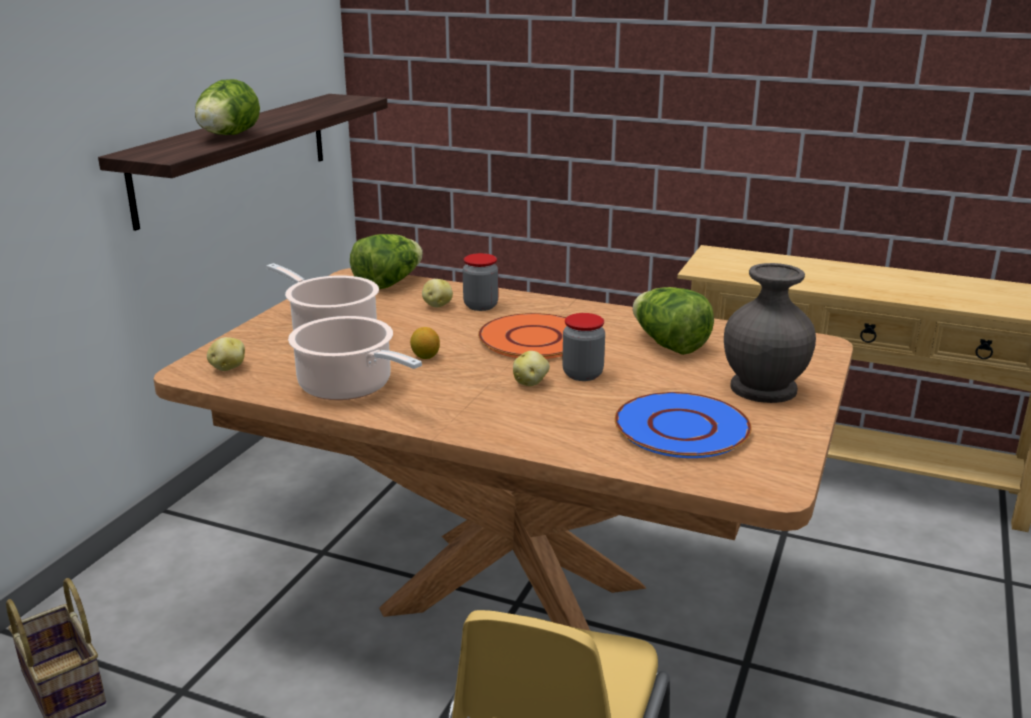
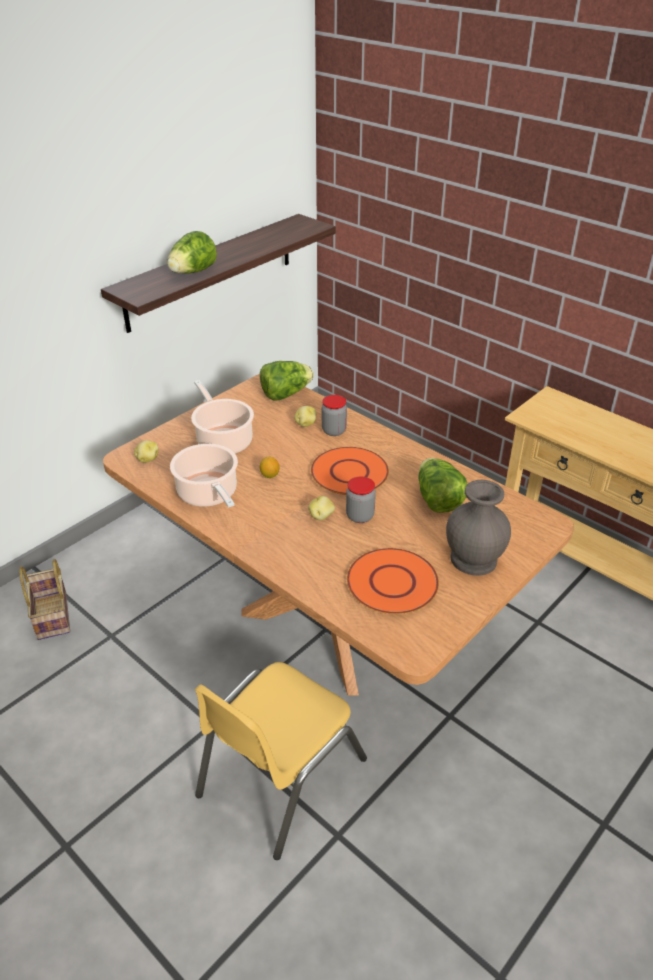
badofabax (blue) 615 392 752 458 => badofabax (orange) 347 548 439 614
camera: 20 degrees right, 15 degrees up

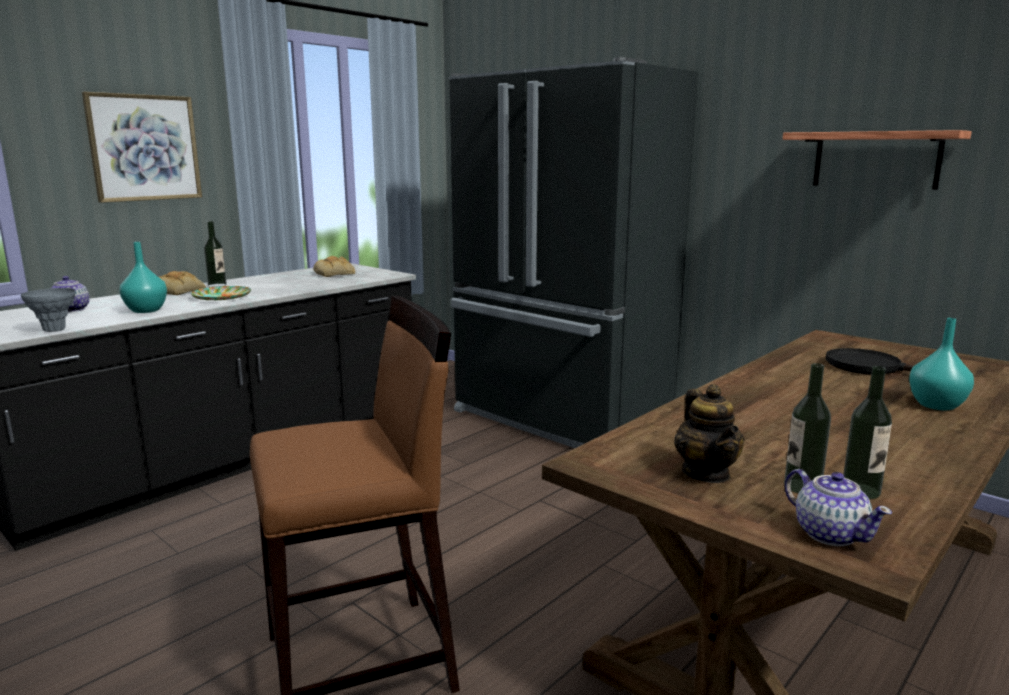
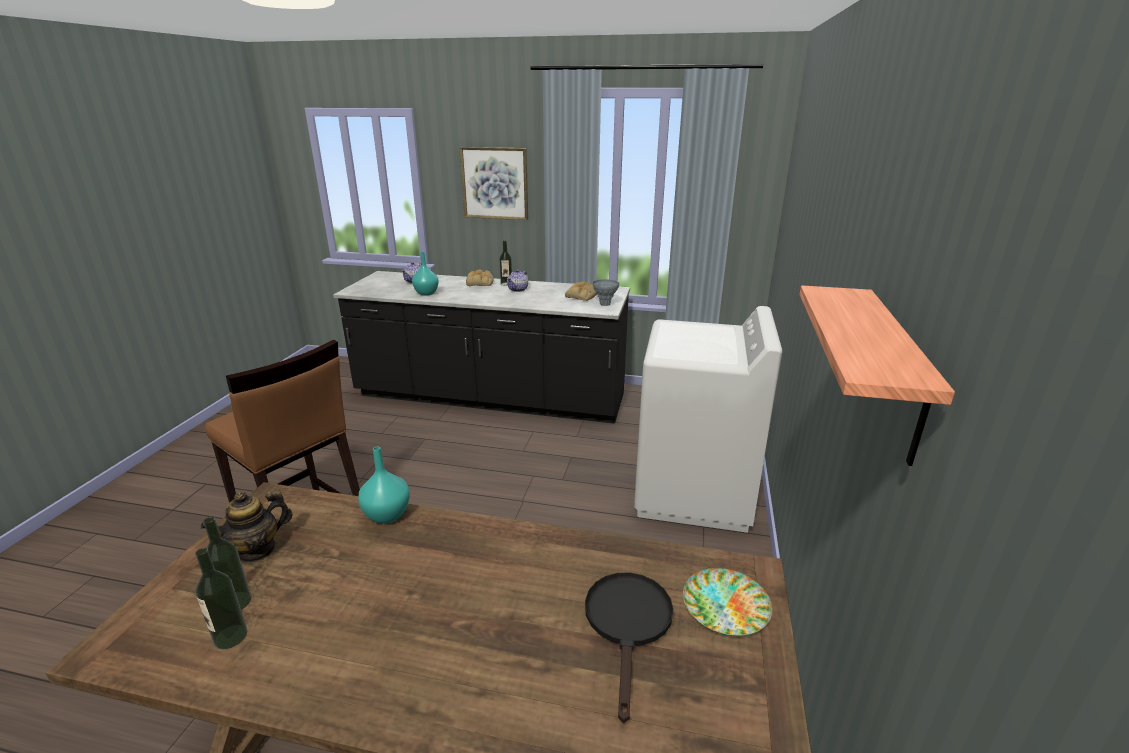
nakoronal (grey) 21 288 75 332 => nakoronal (grey) 593 279 619 306, shifted
badofabax 191 286 251 300 => badofabax 683 568 772 636, shifted
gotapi 785 469 892 546 => gotapi 507 270 528 292, shifted
nakoronal (turquoise) 909 318 974 410 => nakoronal (turquoise) 358 447 410 524, shifted
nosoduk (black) 449 57 698 448 => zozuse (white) 634 306 782 533
camera: 60 degrees right, 10 degrees up

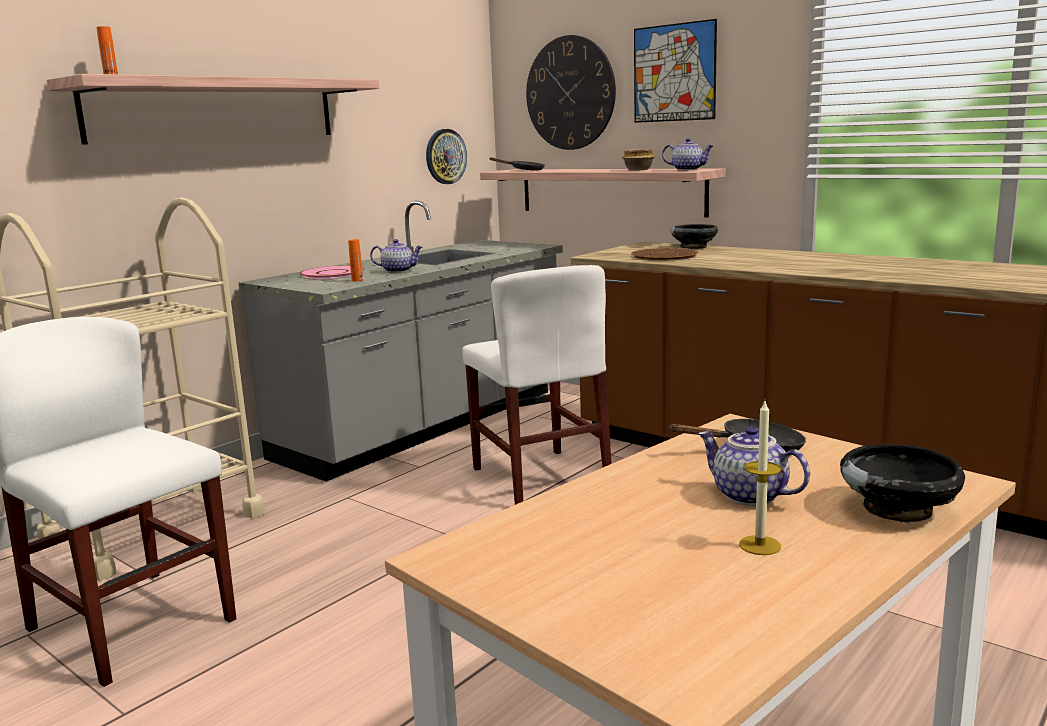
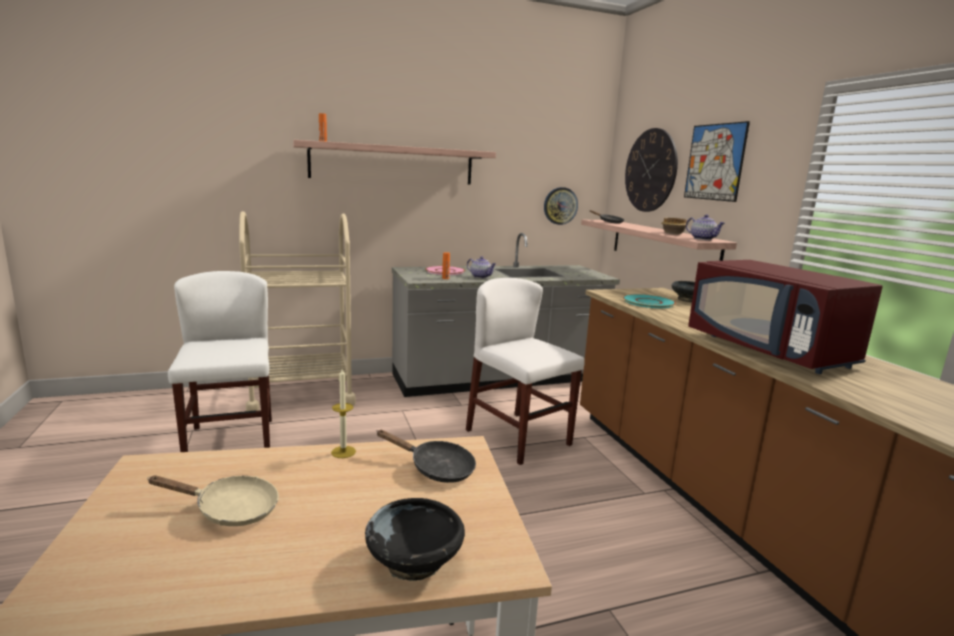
gotapi 698 426 810 506 => nothing
nothing => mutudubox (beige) 147 475 279 526
nothing => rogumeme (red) 688 260 882 374
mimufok 739 401 781 555 => mimufok 331 369 356 458, shifted
badofabax (brown) 631 248 698 261 => badofabax (turquoise) 623 294 676 308
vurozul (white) 462 265 612 505 => vurozul (white) 466 278 585 465, 135 degrees clockwise
camera: 30 degrees right, 0 degrees up

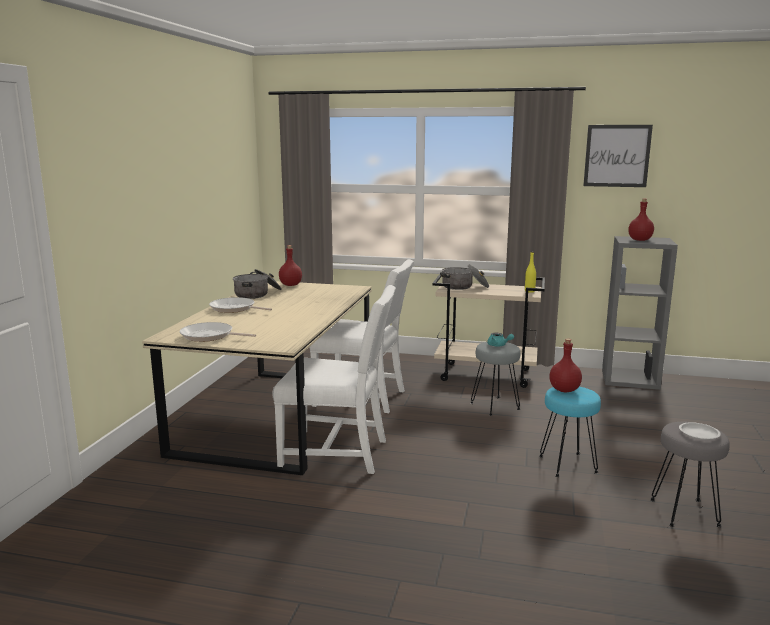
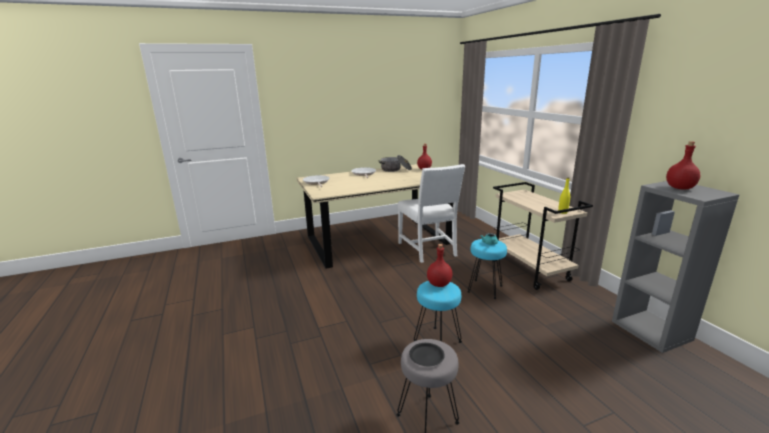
vurozul (white) 272 285 396 474 => nothing
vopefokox 440 264 489 290 => nothing
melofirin 583 125 653 187 => nothing
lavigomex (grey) 470 342 520 416 => lavigomex (turquoise) 467 239 507 299
badofabax (white) 679 422 721 440 => badofabax (black) 409 343 445 366
camera: 55 degrees right, 5 degrees up

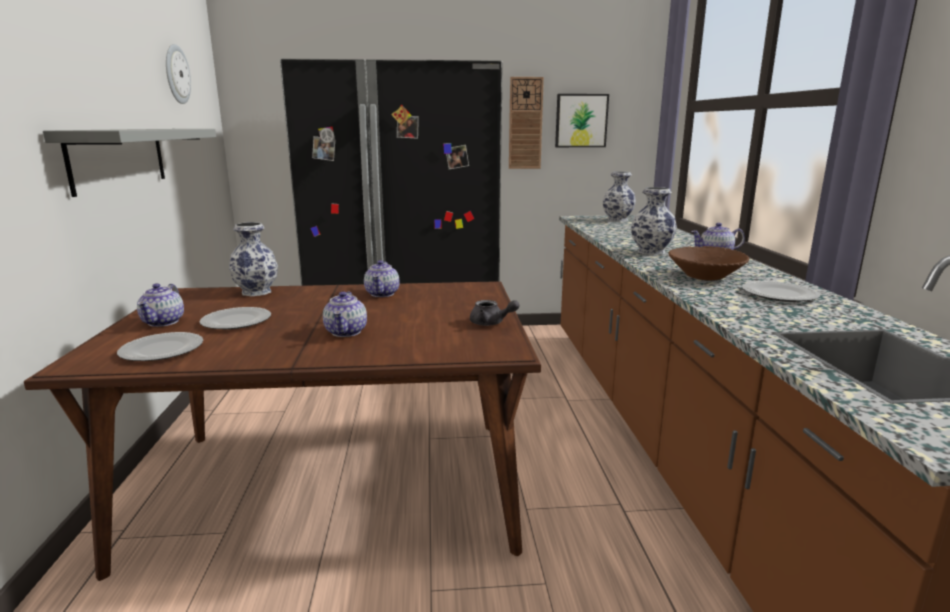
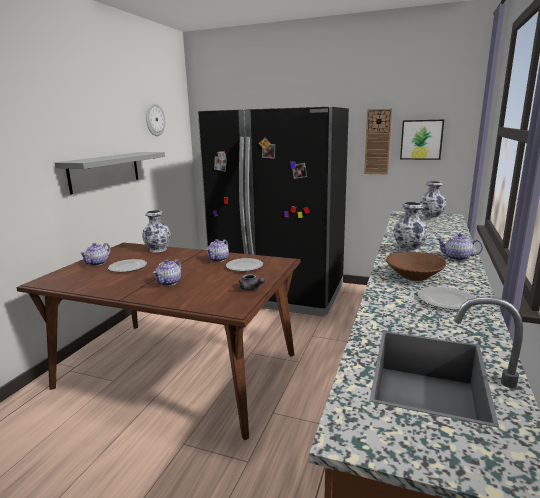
badofabax 117 332 203 361 => badofabax 226 258 263 271, shifted
camera: 25 degrees right, 0 degrees up

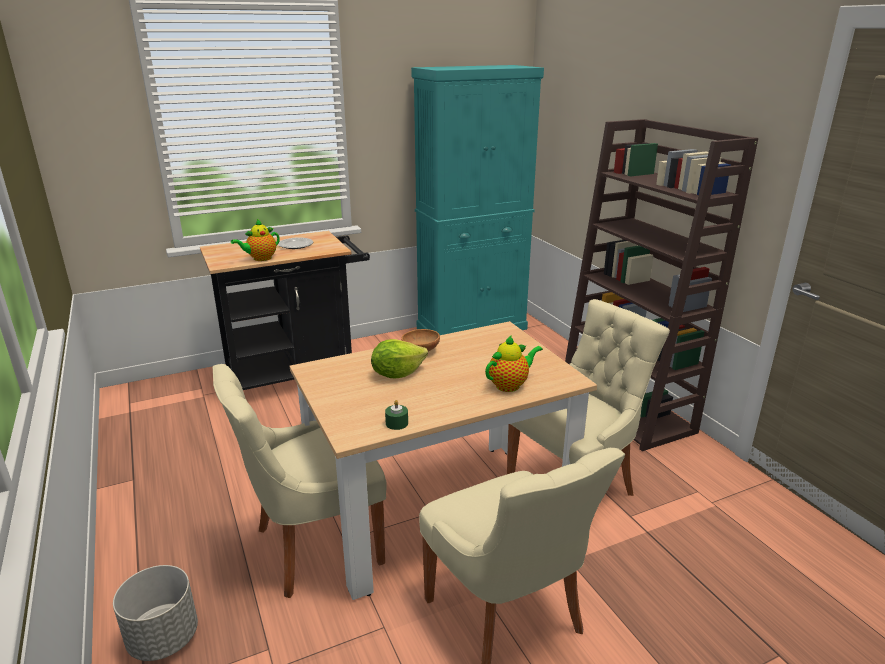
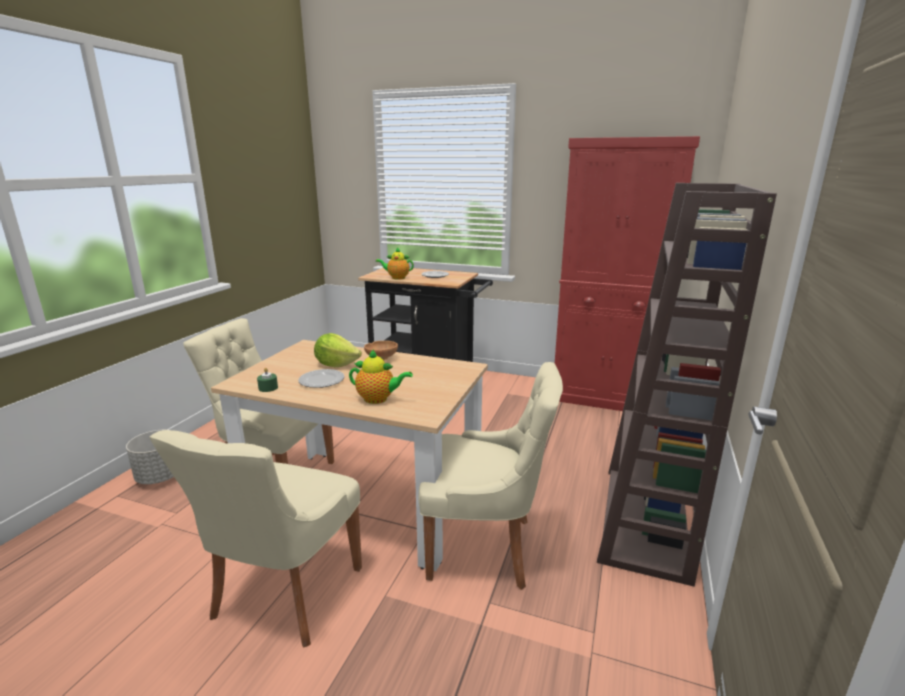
nothing => badofabax 298 369 345 388
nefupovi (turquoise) 411 65 544 335 => nefupovi (red) 555 136 700 411
camera: 45 degrees right, 5 degrees down

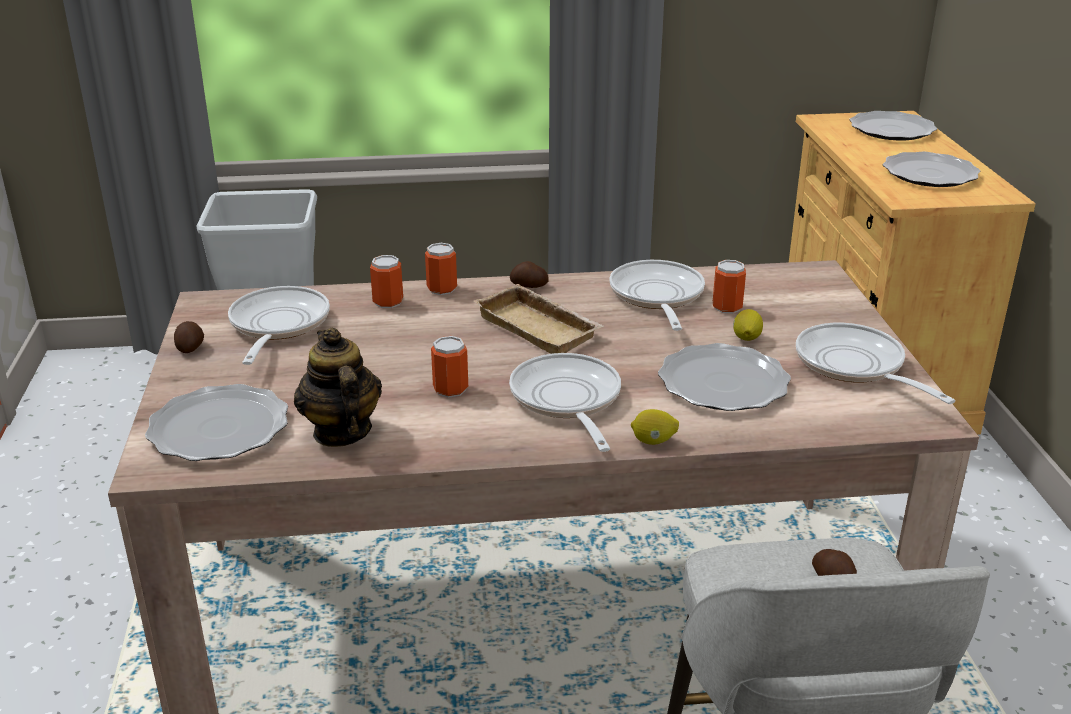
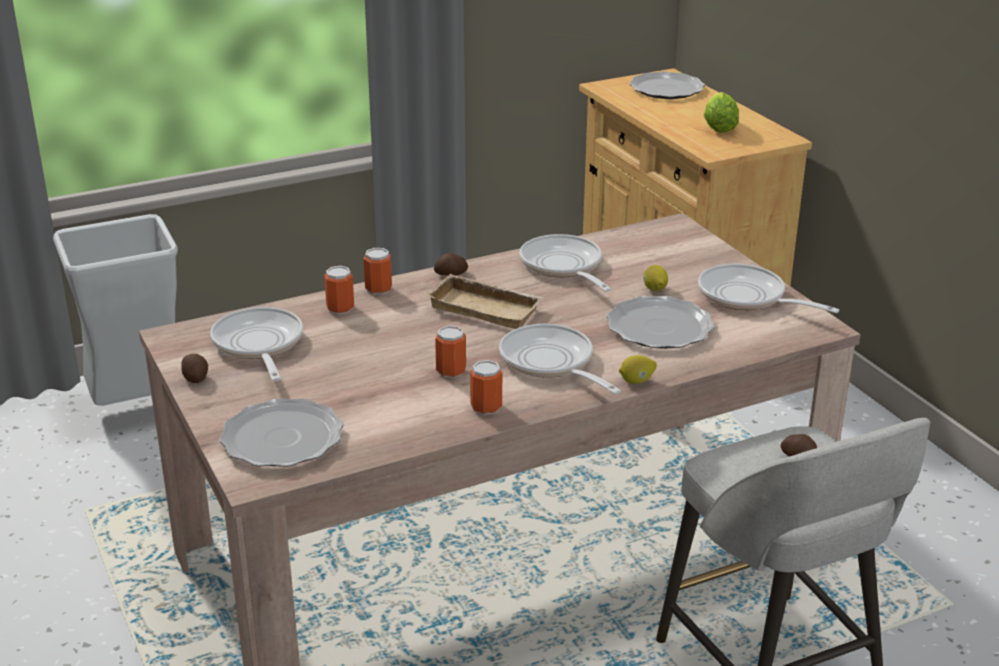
gotapi 294 328 382 447 => nothing
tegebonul 713 260 746 313 => tegebonul 470 360 502 415, shifted
badofabax 883 152 980 187 => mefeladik 704 92 739 133
camera: 20 degrees left, 0 degrees up

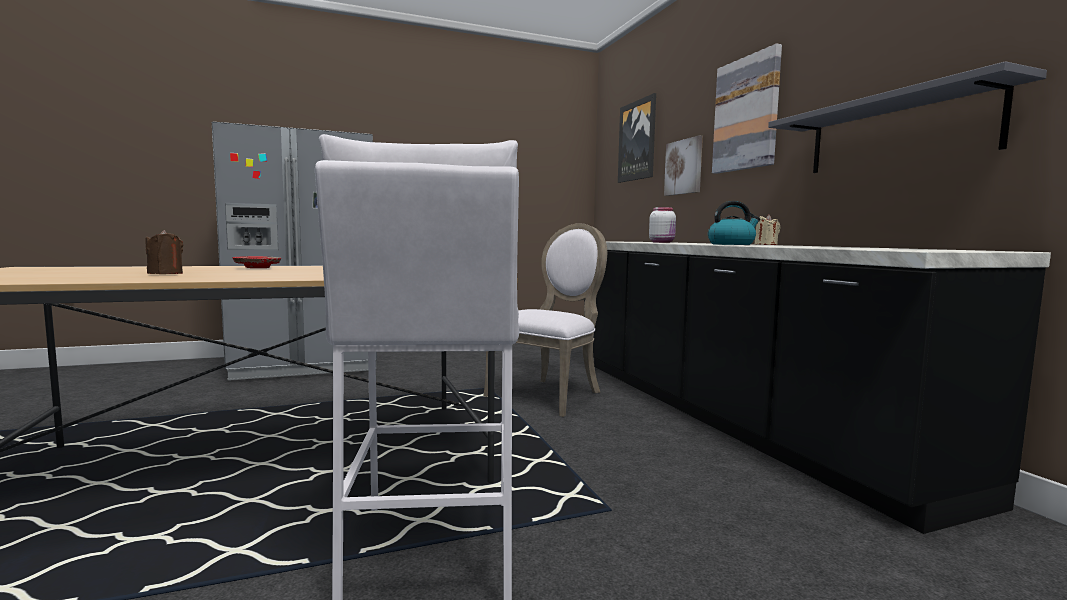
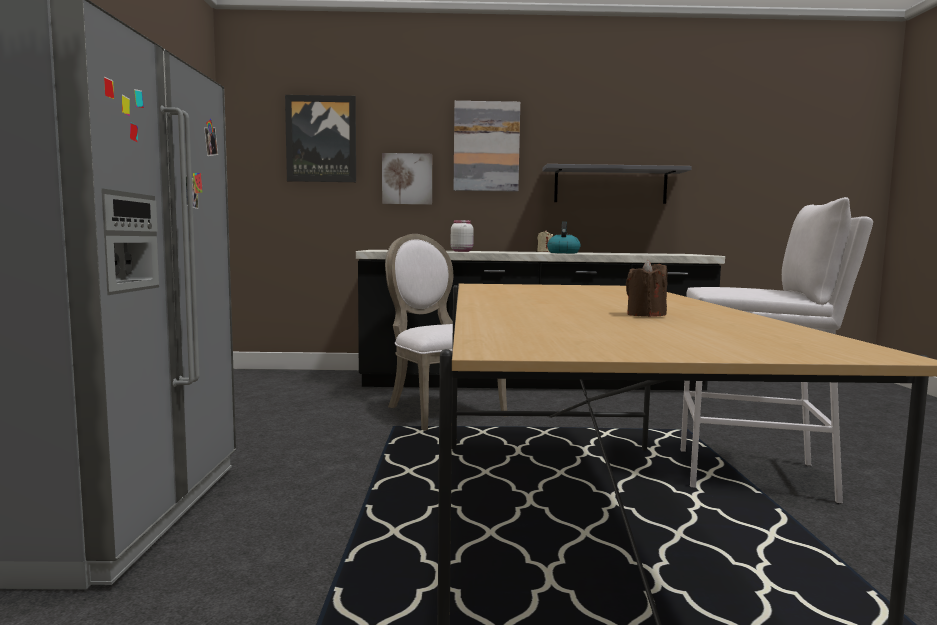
badofabax (red) 233 256 281 268 => nothing
camera: 70 degrees left, 0 degrees up

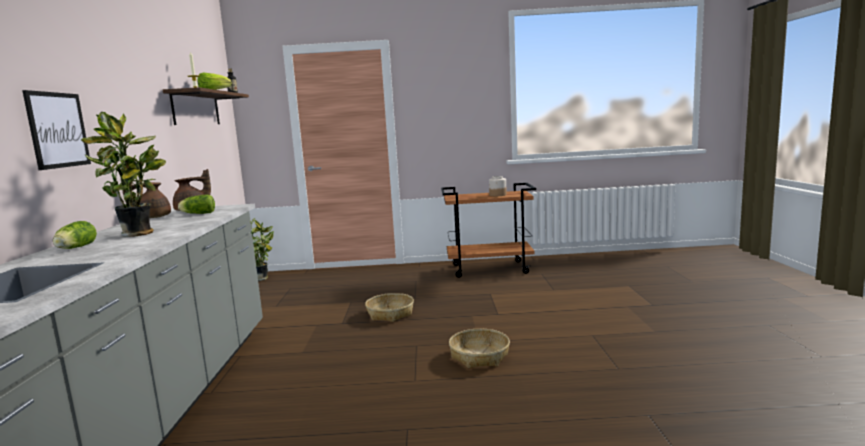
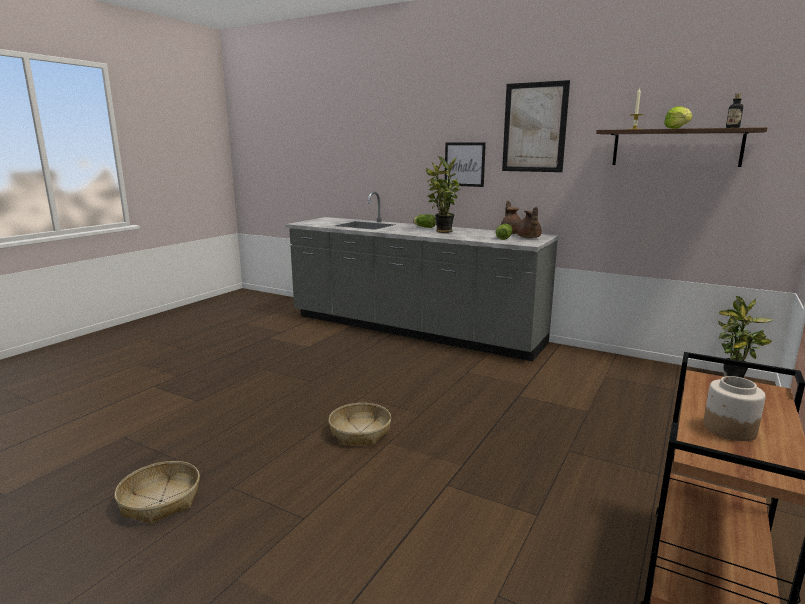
nothing => melofirin 502 80 570 172
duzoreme 365 293 414 322 => duzoreme 115 461 200 525, shifted
camera: 120 degrees right, 5 degrees up

